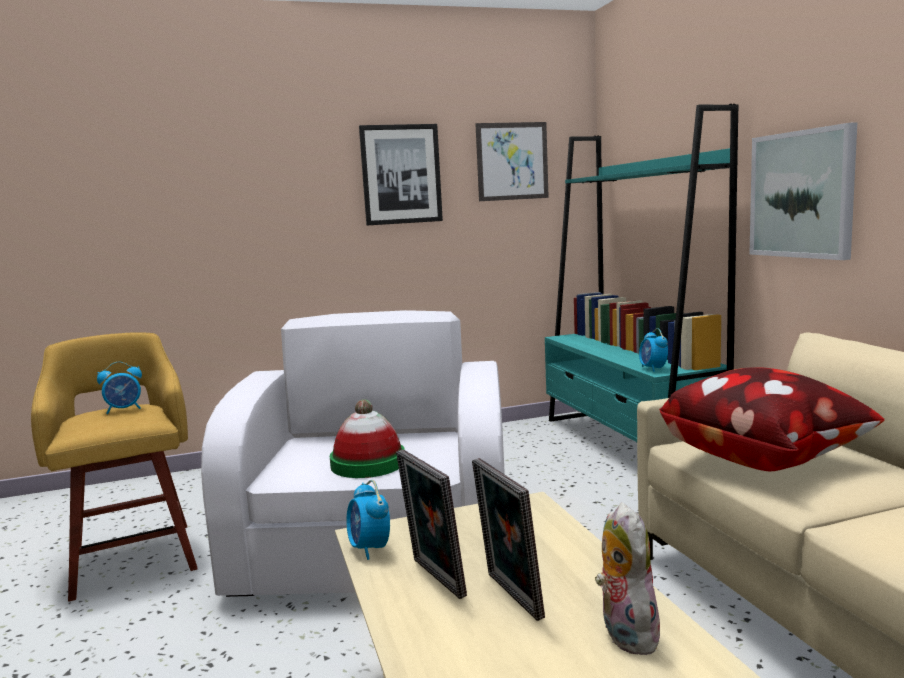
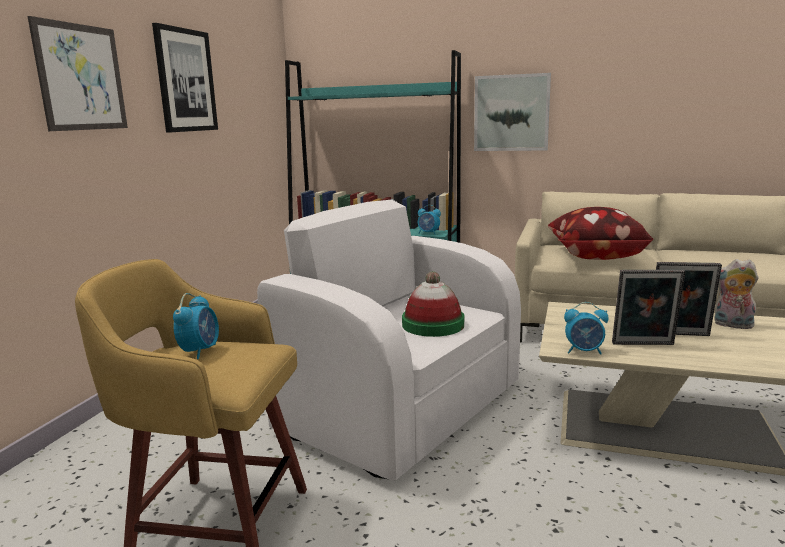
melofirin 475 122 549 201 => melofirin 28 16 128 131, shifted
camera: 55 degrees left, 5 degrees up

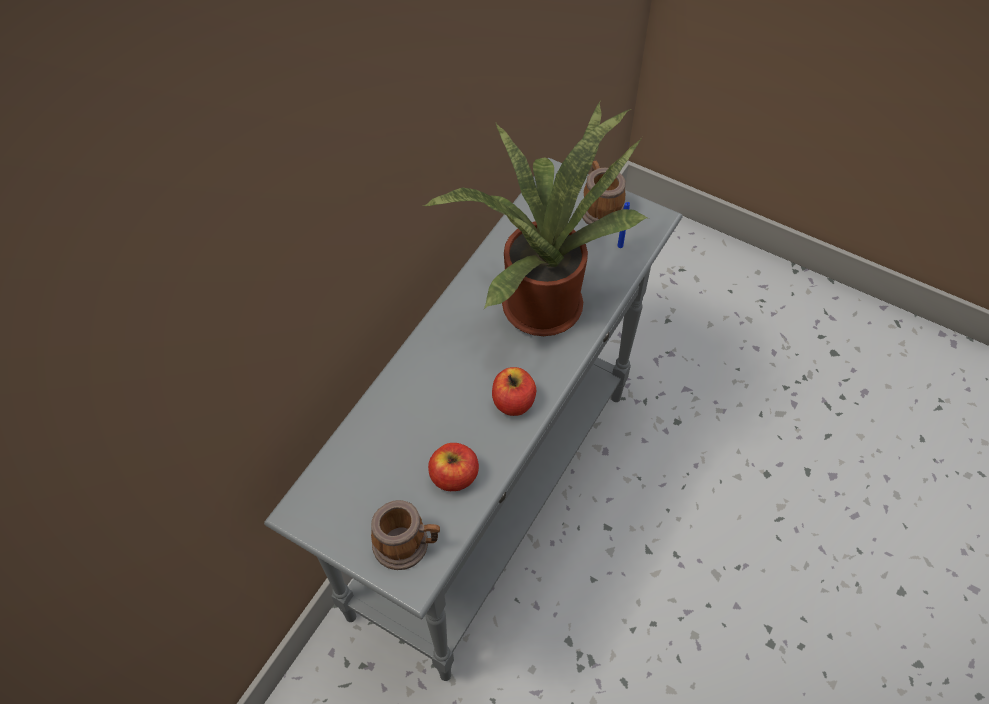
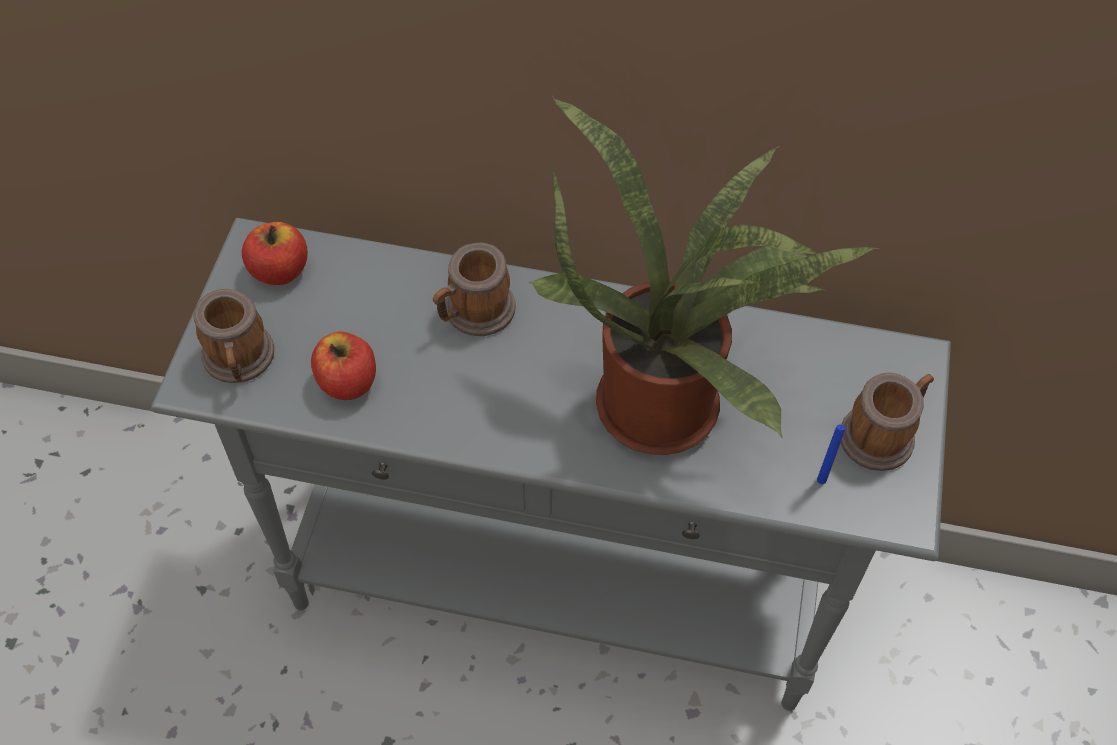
nothing => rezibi 433 243 516 336
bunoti 492 367 536 416 => bunoti 242 222 308 285, shifted
camera: 70 degrees right, 0 degrees up

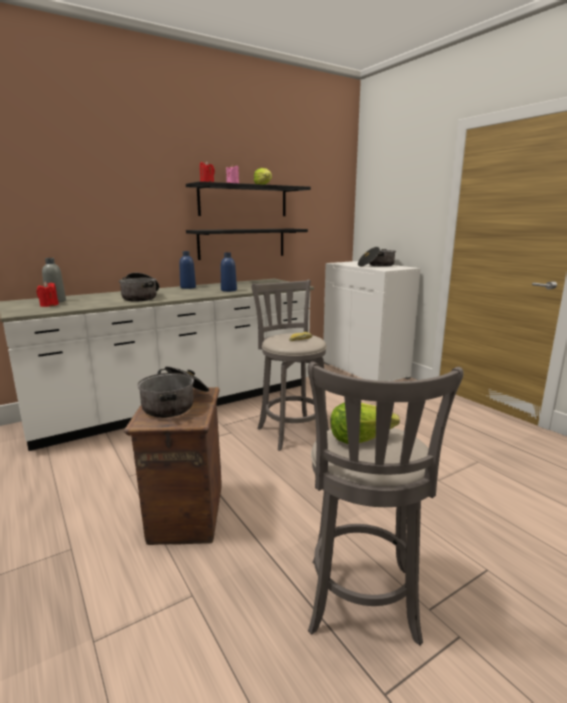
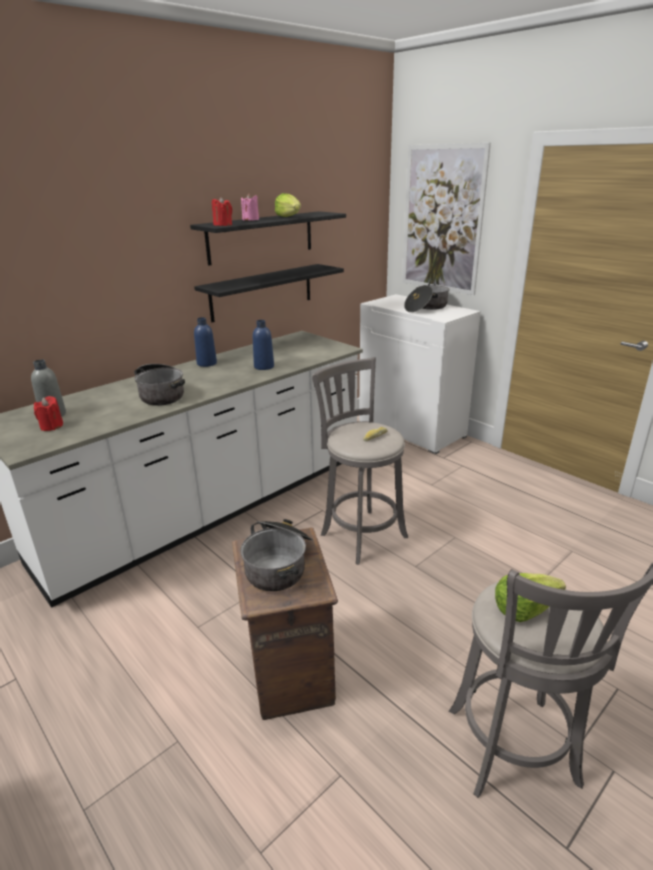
nothing => melofirin 403 143 491 295
camera: 10 degrees left, 10 degrees up

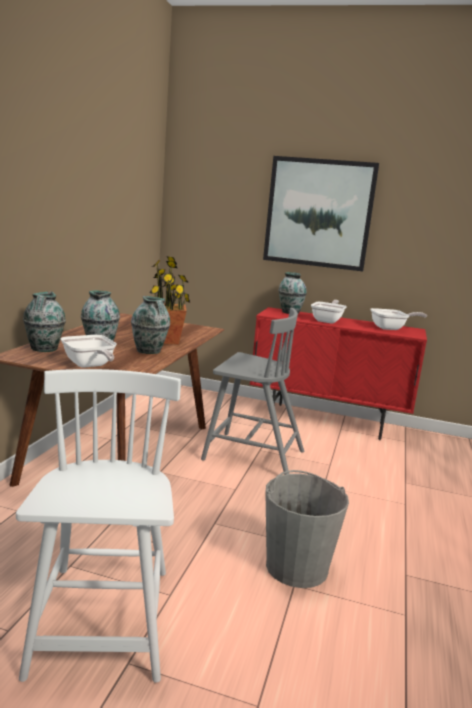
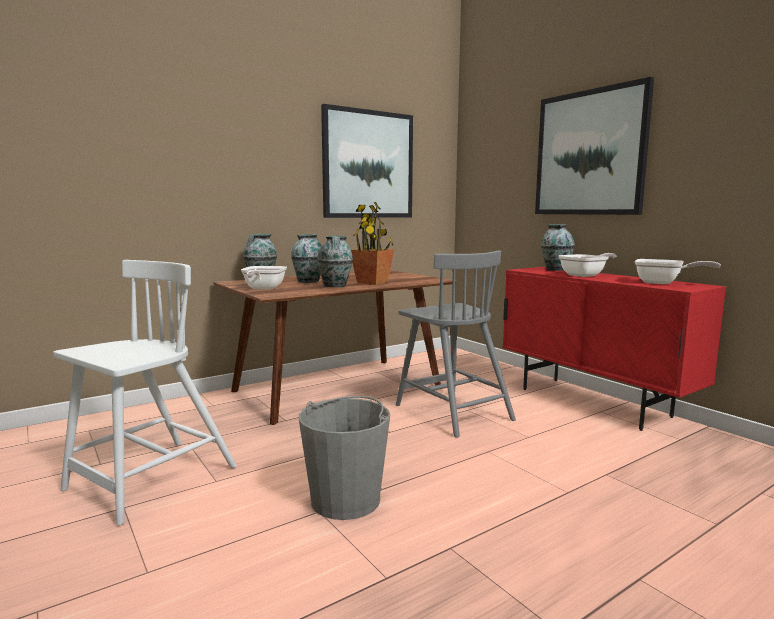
nothing => melofirin 321 104 413 218
camera: 40 degrees right, 5 degrees down

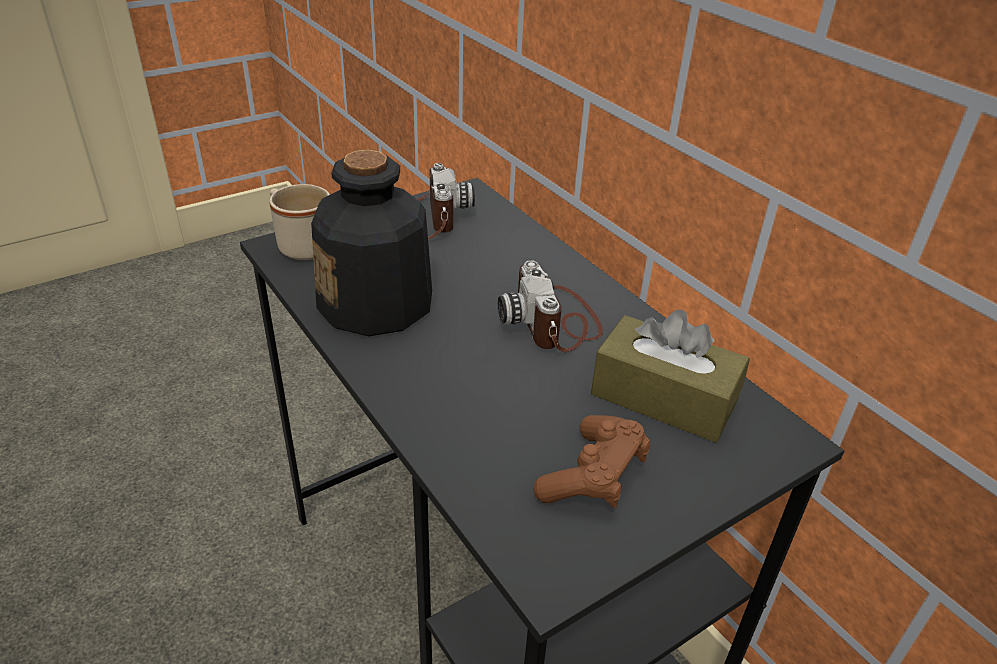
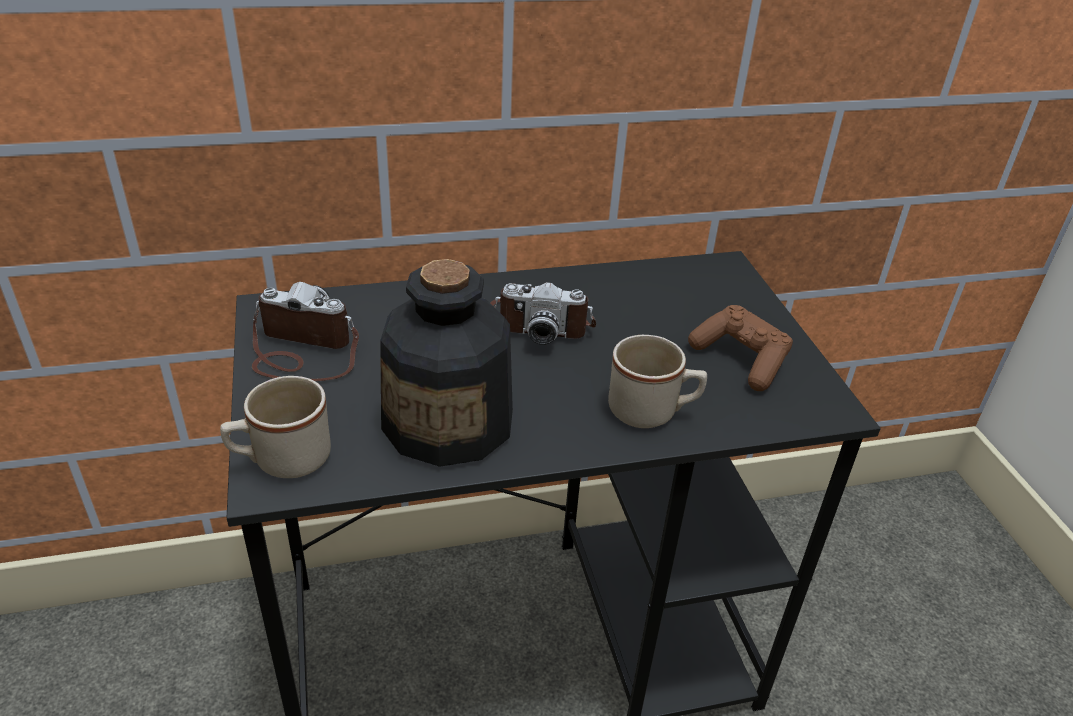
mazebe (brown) 591 310 750 443 => nothing
nothing => rezibi (beige) 608 335 707 428
camera: 70 degrees left, 0 degrees up

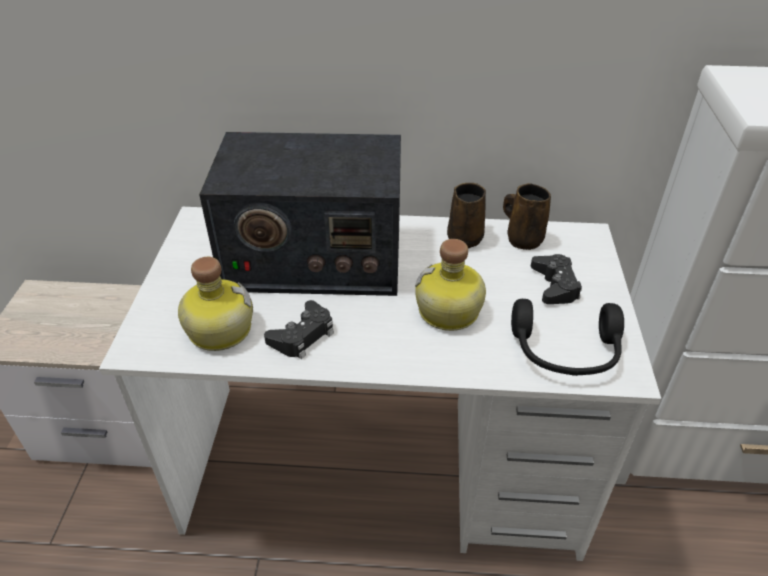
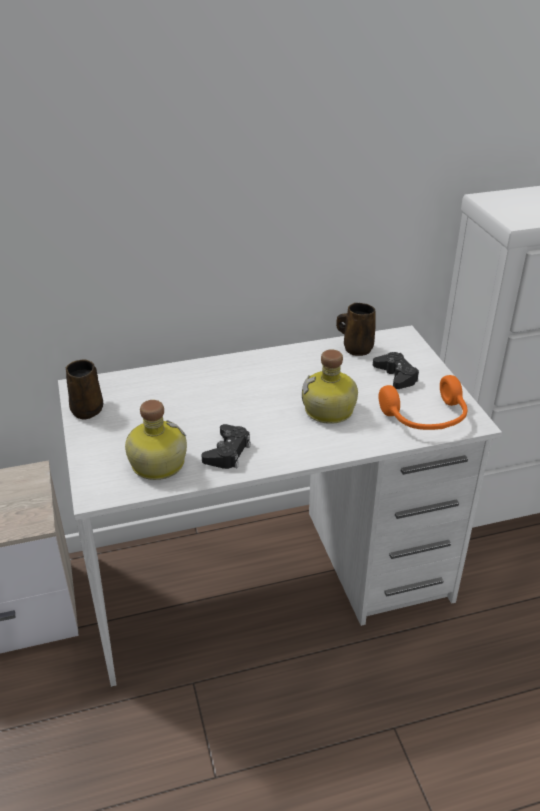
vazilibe 199 132 401 296 => nothing
rezibi (brown) 447 183 486 248 => rezibi (brown) 66 359 103 420, shifted
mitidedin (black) 511 299 624 376 => mitidedin (orange) 379 375 467 430
camera: 20 degrees left, 5 degrees down

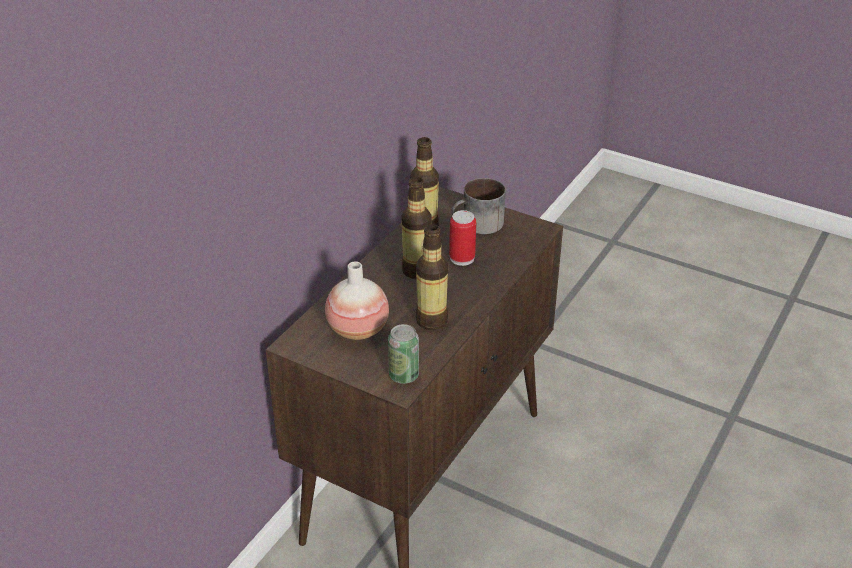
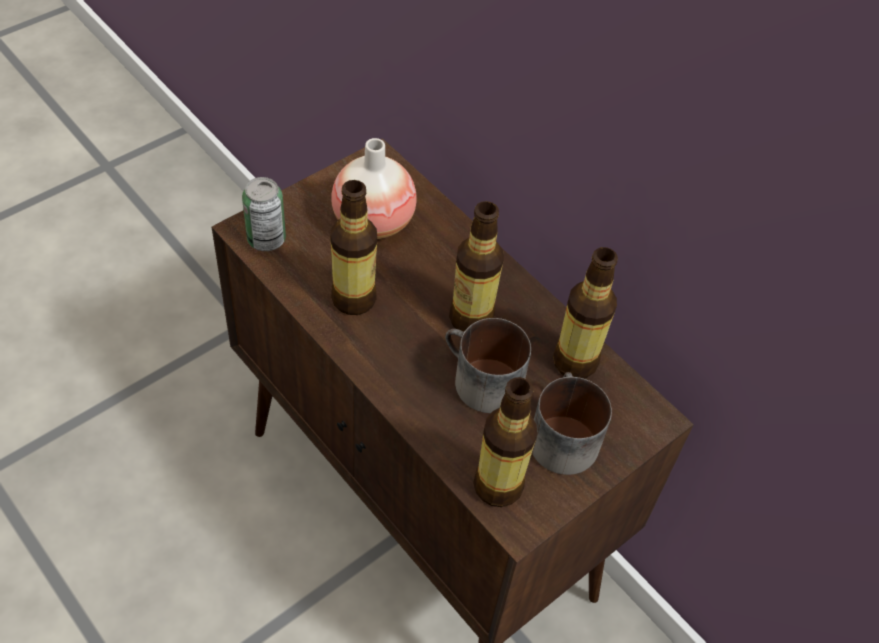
nothing => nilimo 473 377 537 507
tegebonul 449 210 476 266 => rezibi 445 318 531 413
camera: 105 degrees right, 15 degrees up

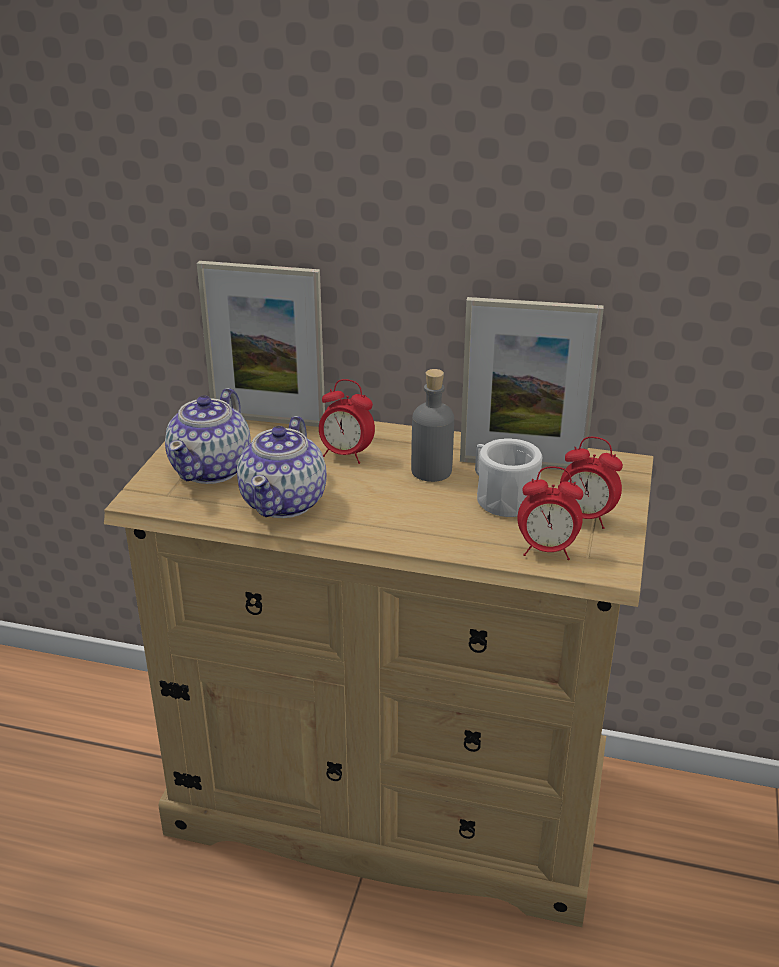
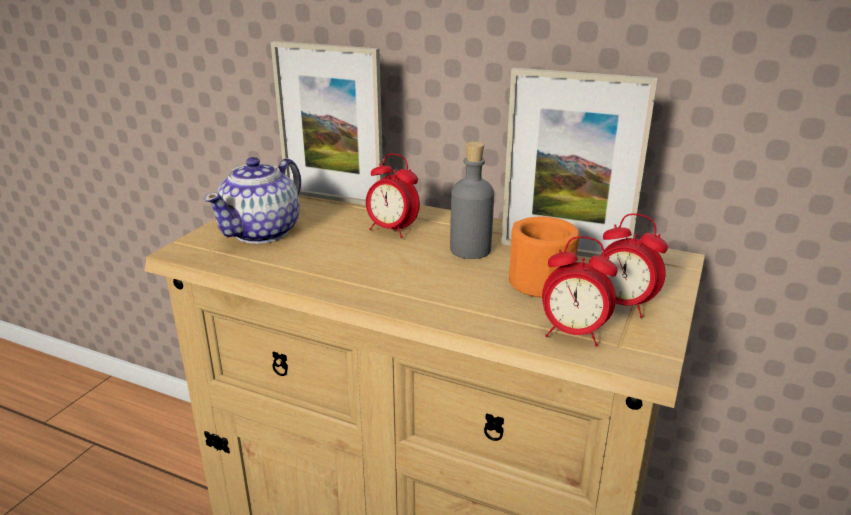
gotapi 237 416 327 518 => nothing
rezibi (white) 475 438 542 517 => rezibi (orange) 509 217 580 298
camera: 10 degrees right, 5 degrees down

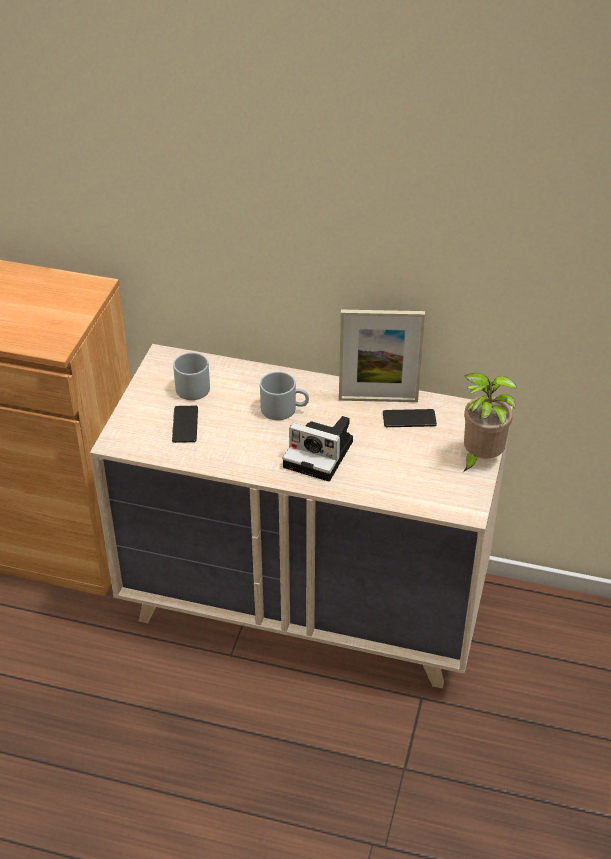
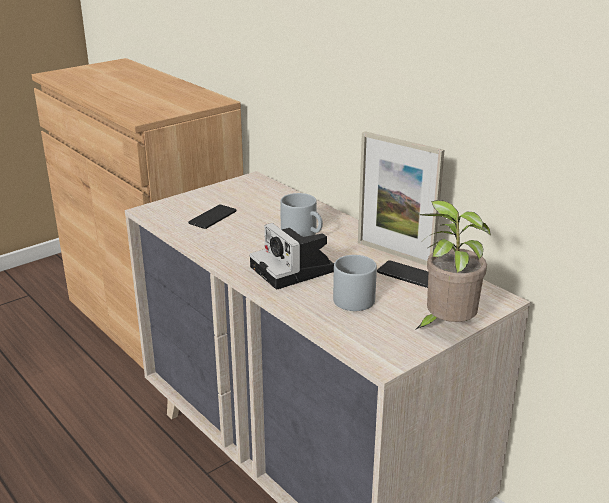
rezibi (grey) 173 352 210 400 => rezibi (grey) 333 255 377 311, shifted
camera: 35 degrees right, 15 degrees down

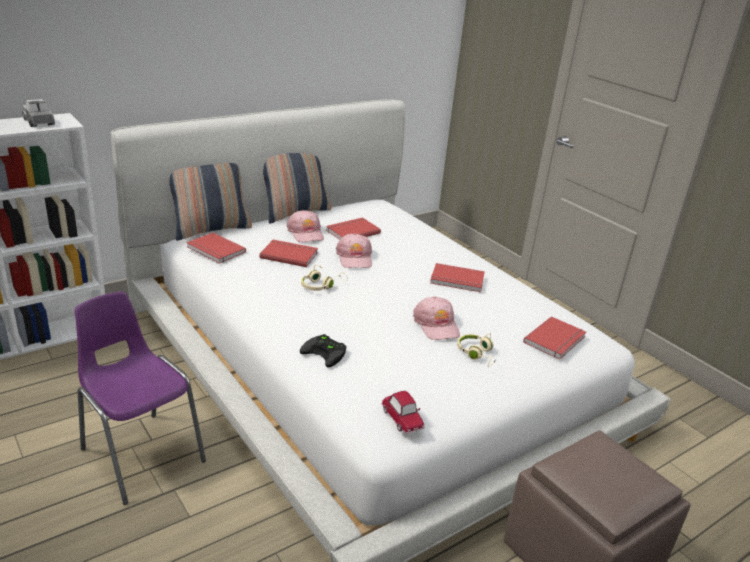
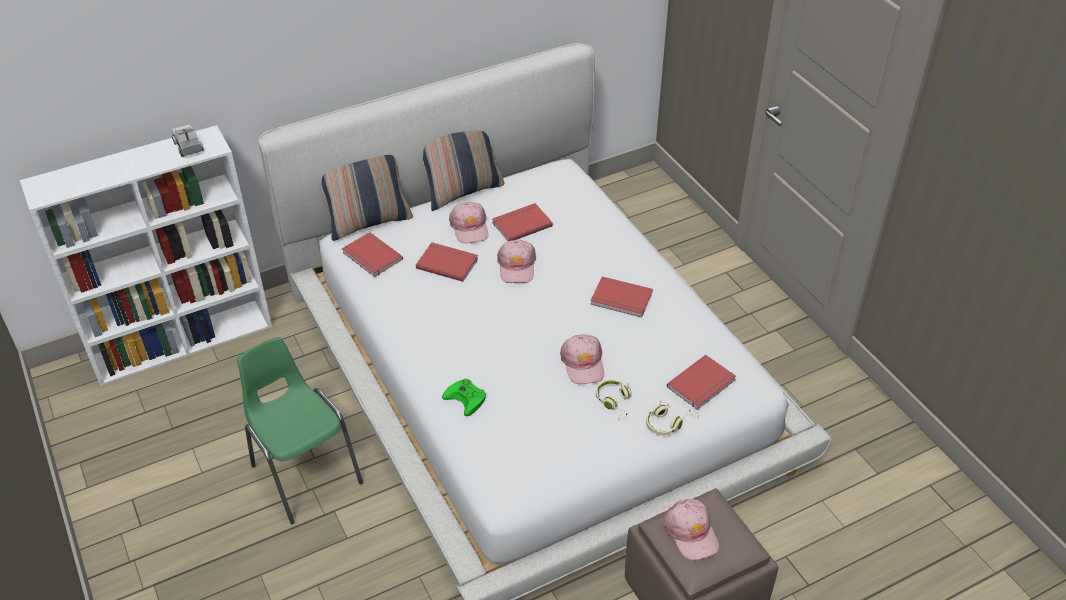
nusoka 382 391 425 434 => nothing
nothing => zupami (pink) 664 499 719 560
mitidedin (beige) 301 265 348 291 => mitidedin (beige) 646 400 699 435, shifted
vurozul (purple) 74 292 206 505 => vurozul (green) 237 337 363 524
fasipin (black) 300 334 347 367 => fasipin (green) 442 379 486 416
camera: 10 degrees right, 15 degrees up

